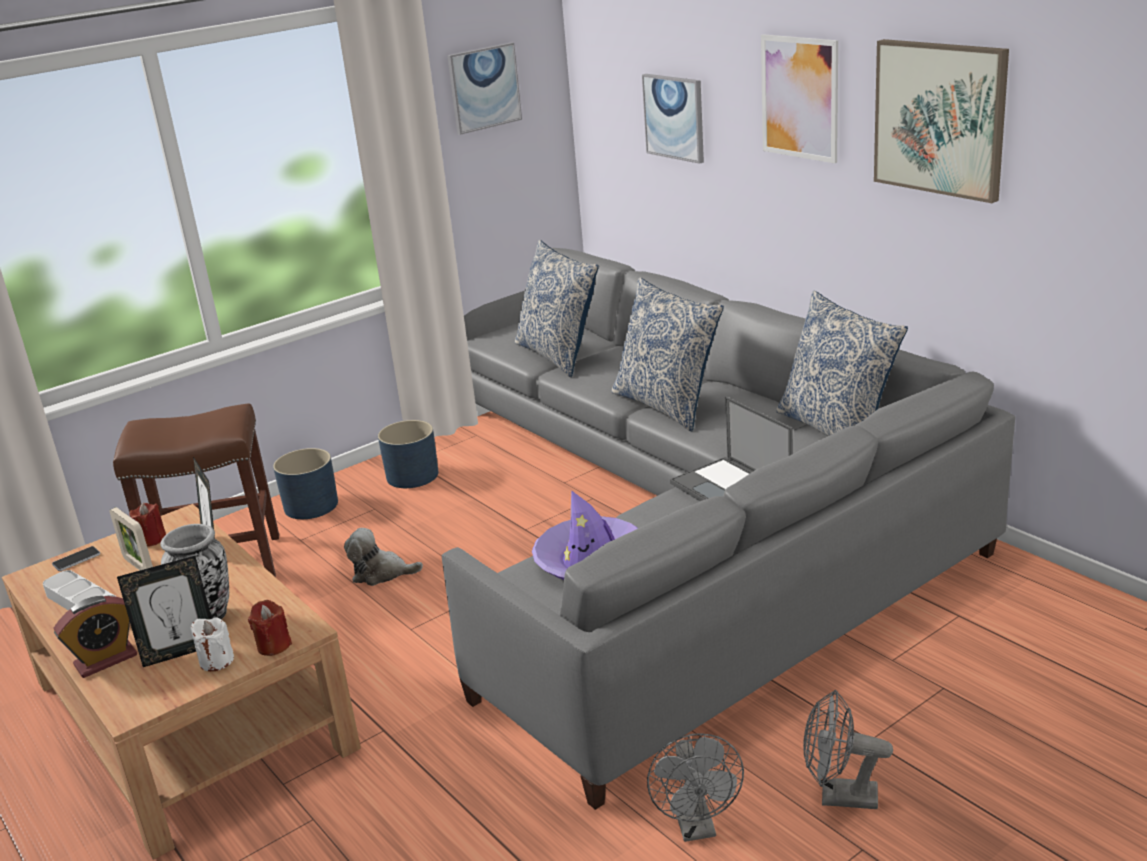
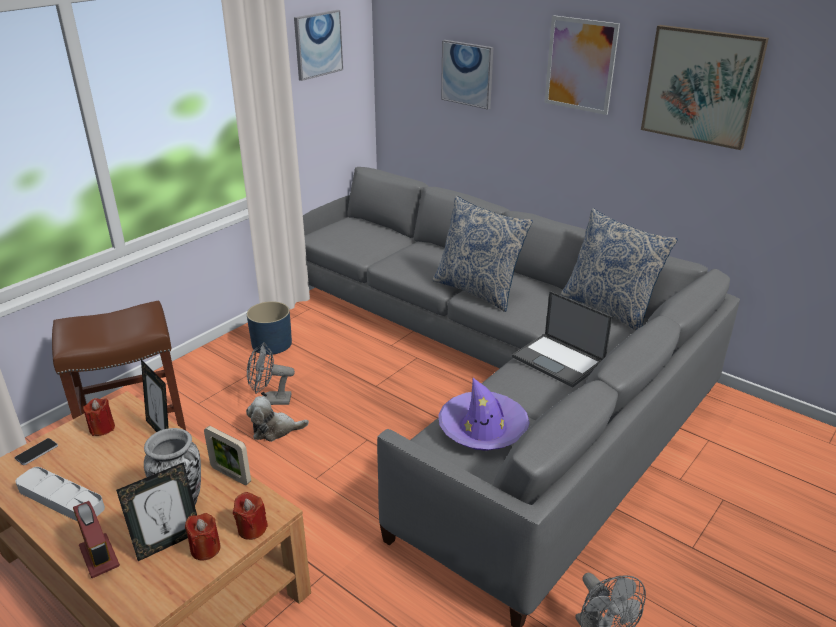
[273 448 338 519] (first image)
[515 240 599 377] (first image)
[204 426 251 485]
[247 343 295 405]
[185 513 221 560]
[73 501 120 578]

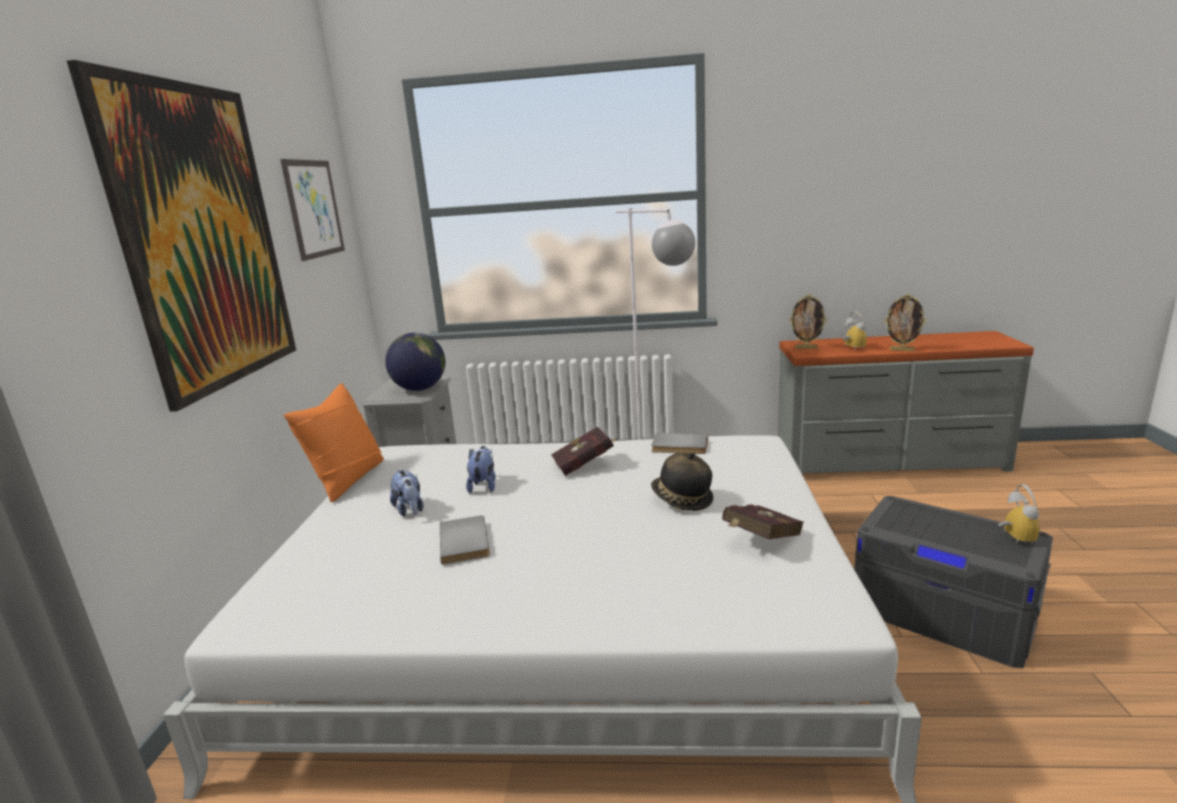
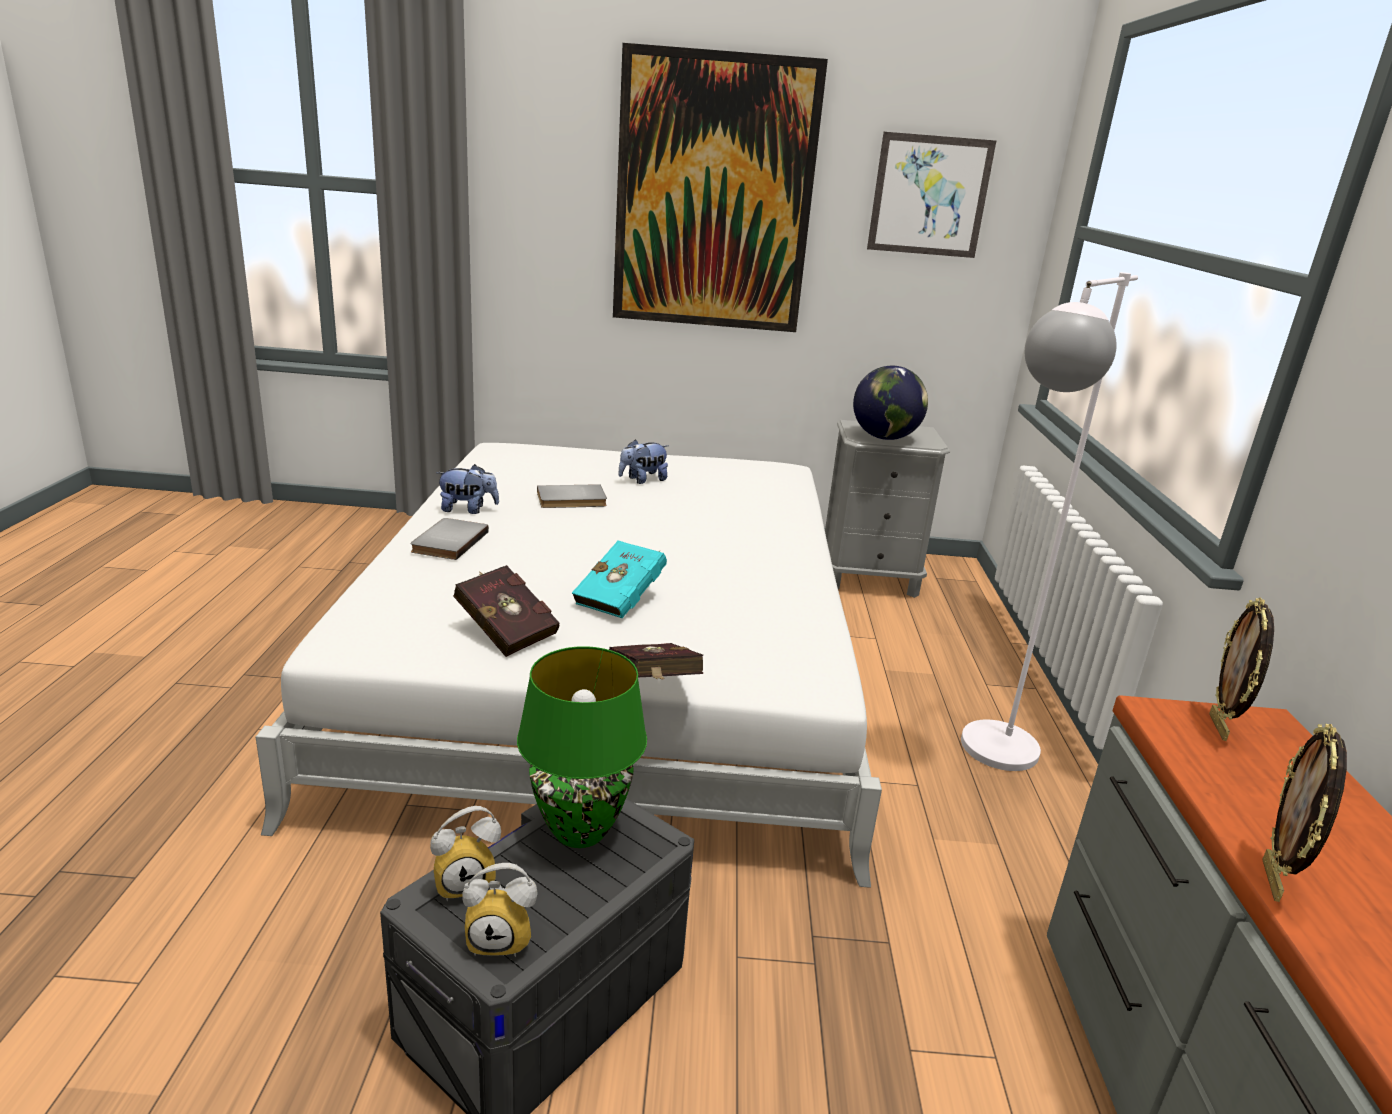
[284 383 384 502] (first image)
[517 646 647 848]
[436 464 499 514]
[609 643 703 680]
[411 518 489 560]
[430 806 501 902]
[572 540 667 618]

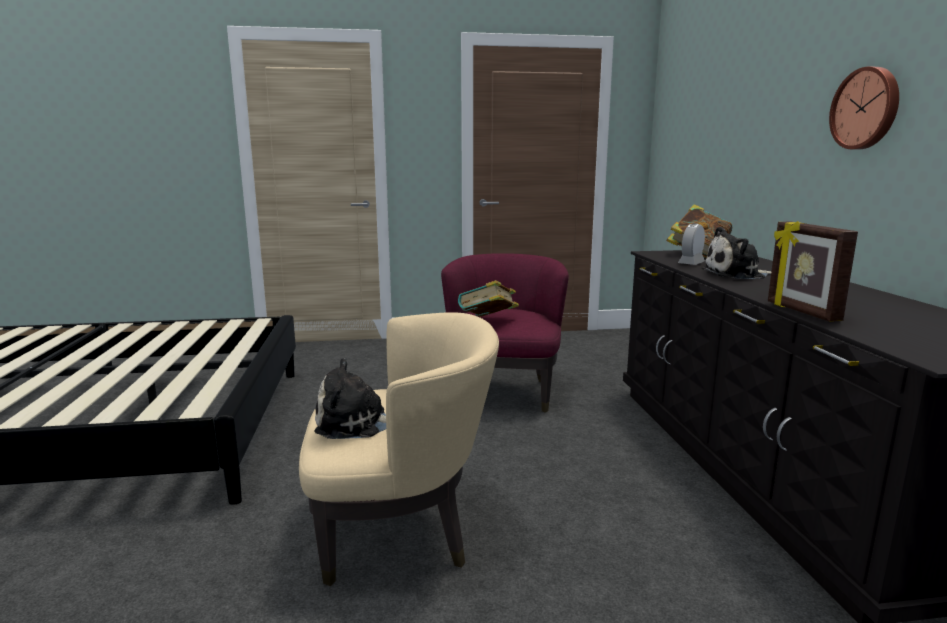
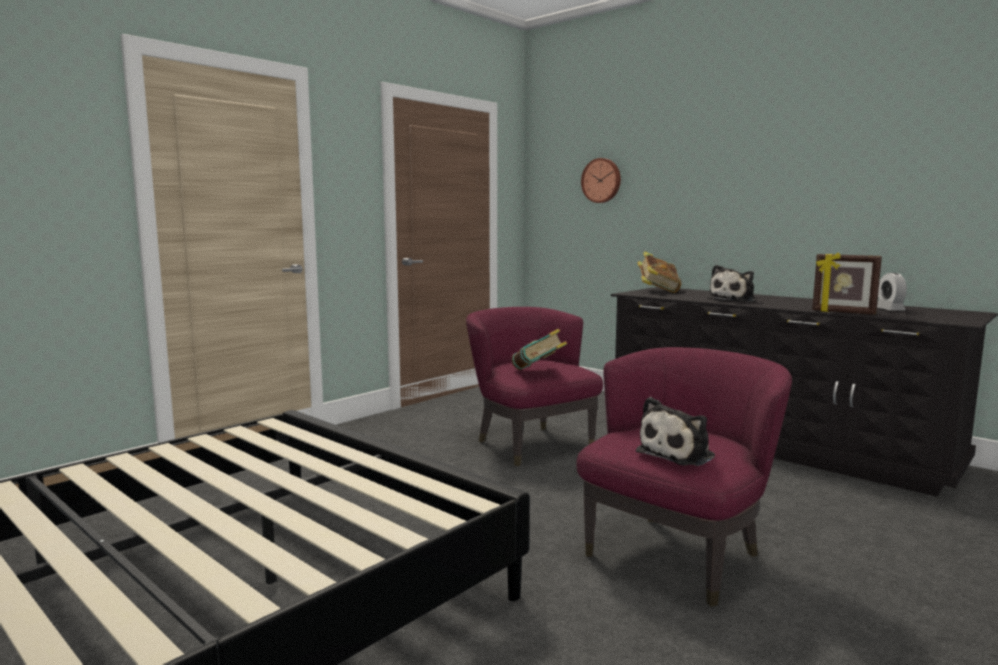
[877 273 907 310]
[581 158 621 203]
[576 347 792 607]

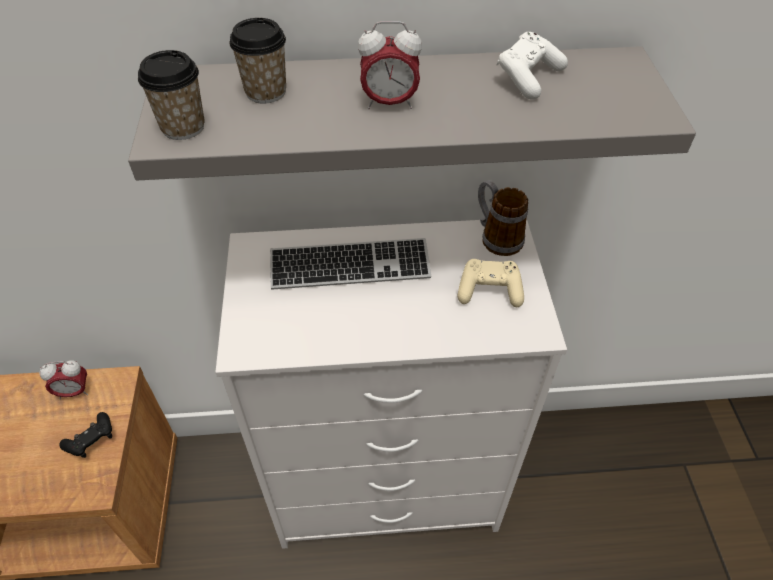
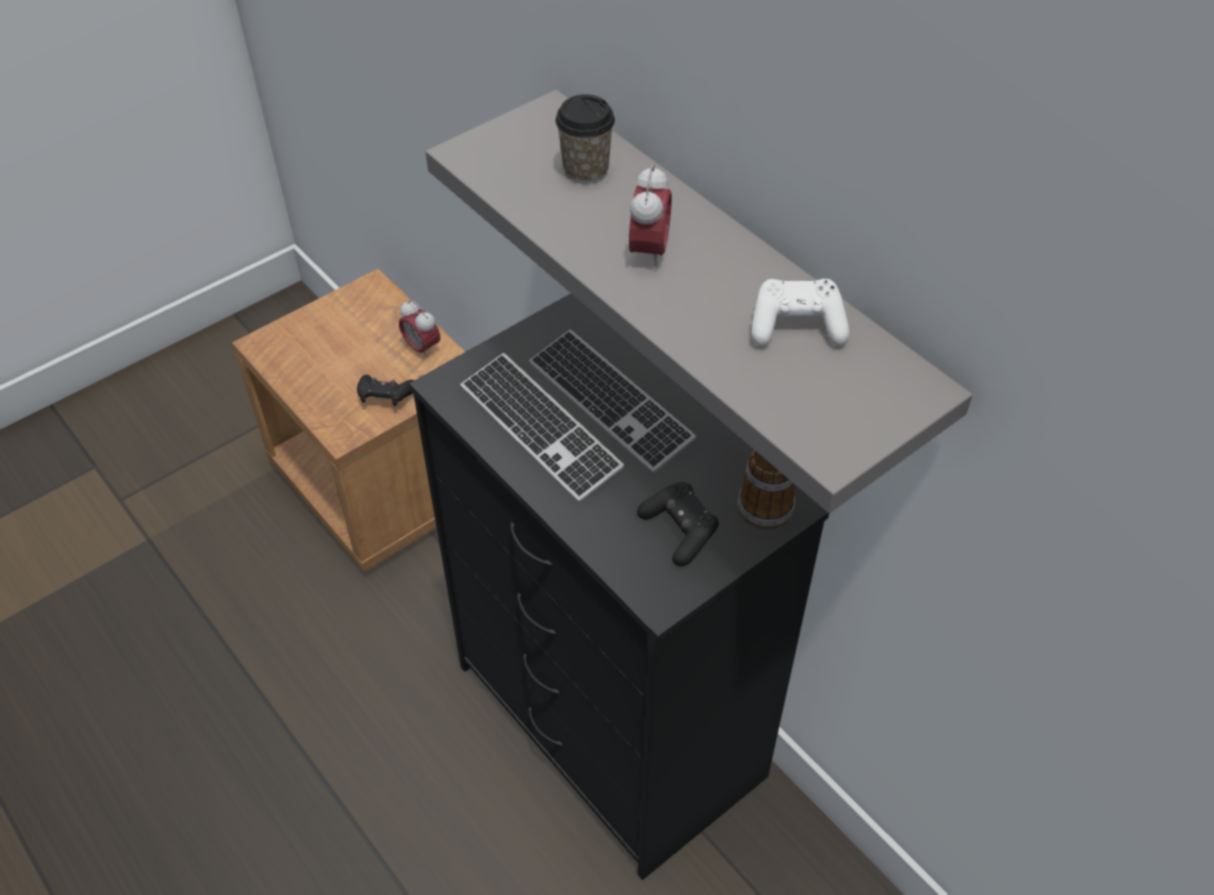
[138 50 205 140] (first image)
[460 353 624 502]
[409 293 829 880]
[637 482 719 566]
[629 164 672 270]

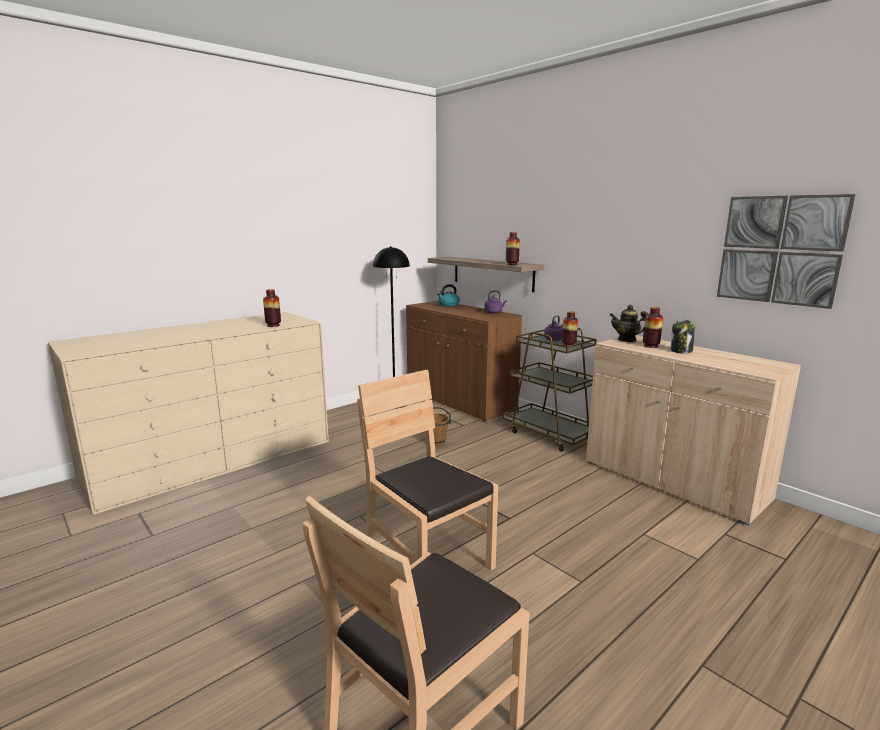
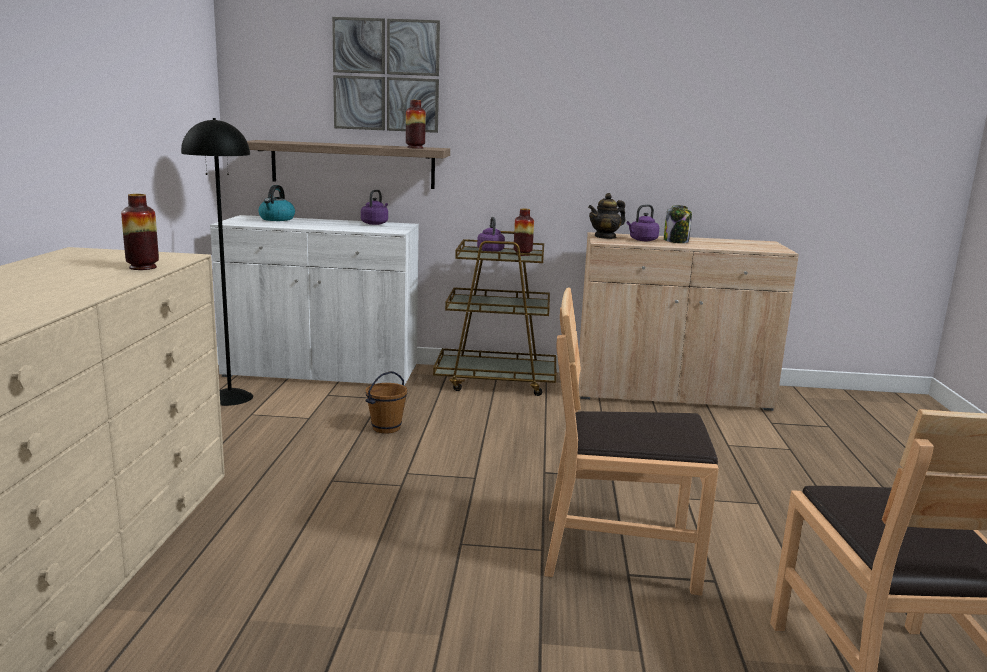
[332 17 440 133]
[626 204 659 241]
[210 215 419 386]

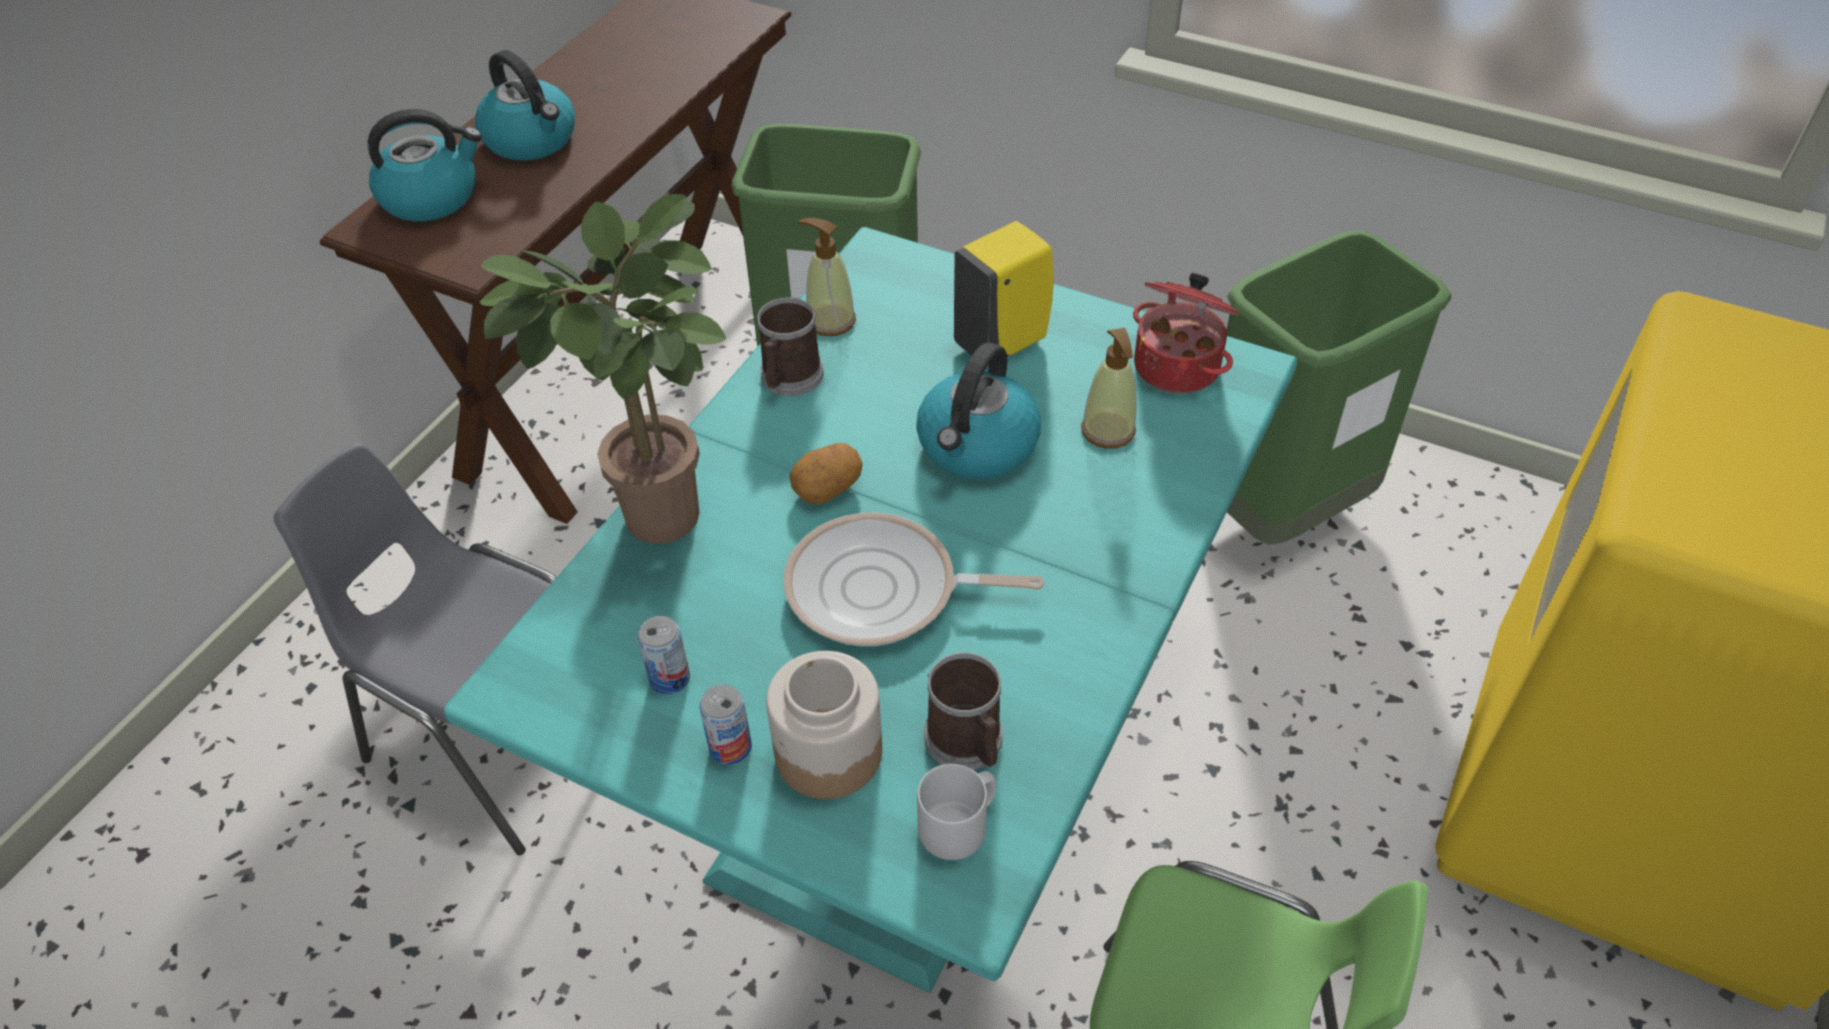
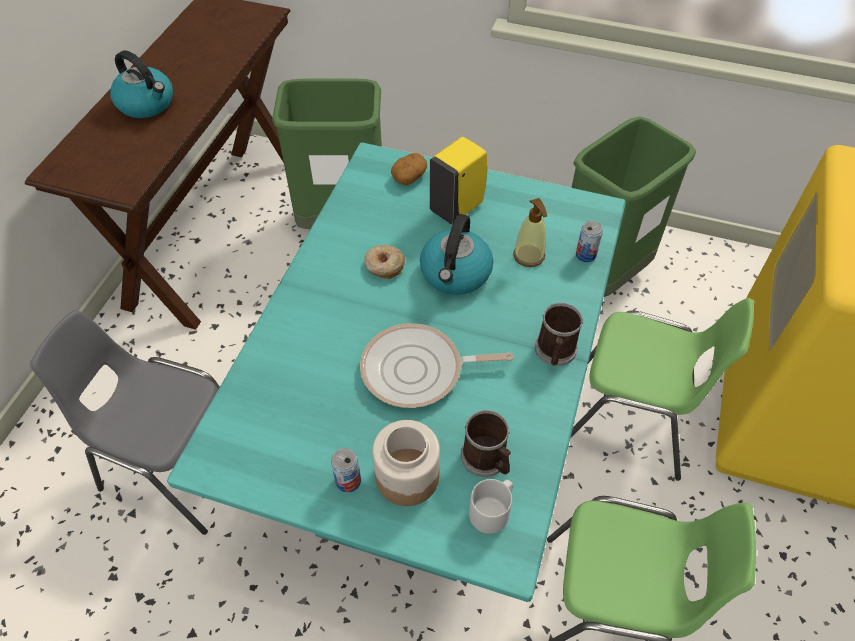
[367 109 482 221] (first image)
[480 194 726 544] (first image)
[798 218 856 336] (first image)
[1133 273 1240 394] (first image)
[364 245 405 279]
[571 298 754 481]
[576 221 603 262]
[535 303 583 366]
[391 153 427 185]

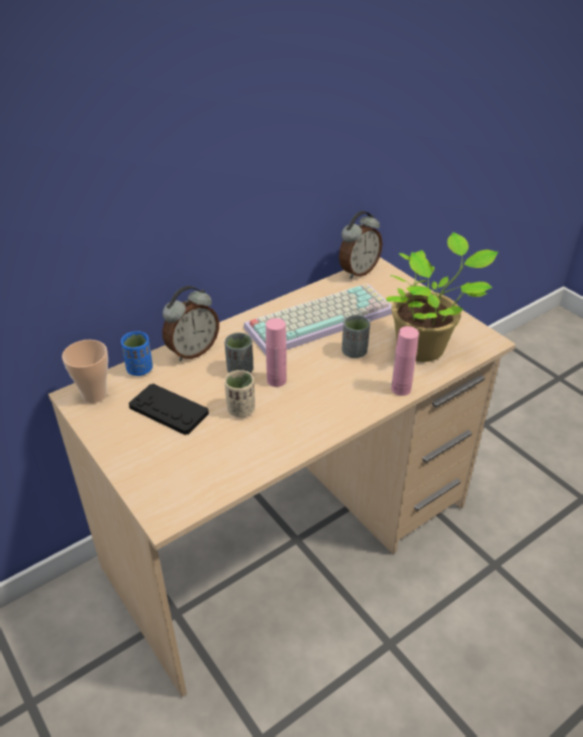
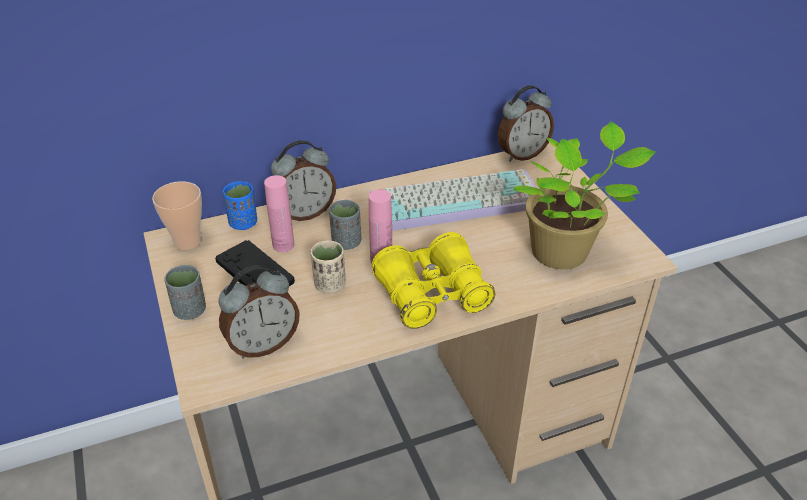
[218 265 299 359]
[372 232 495 329]
[165 265 206 320]
[264 175 294 252]

